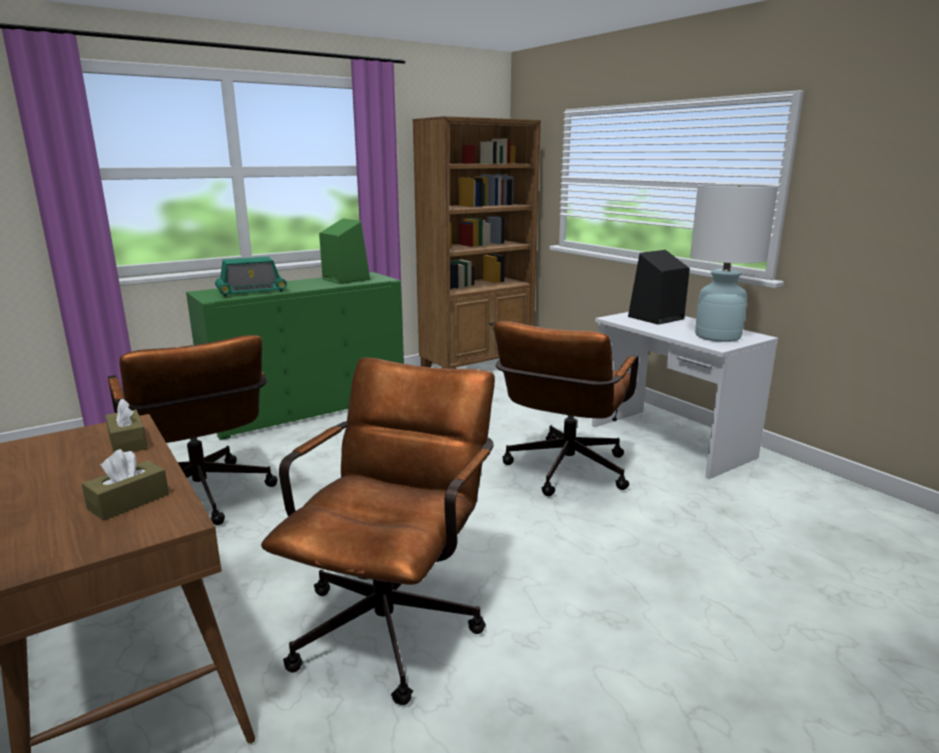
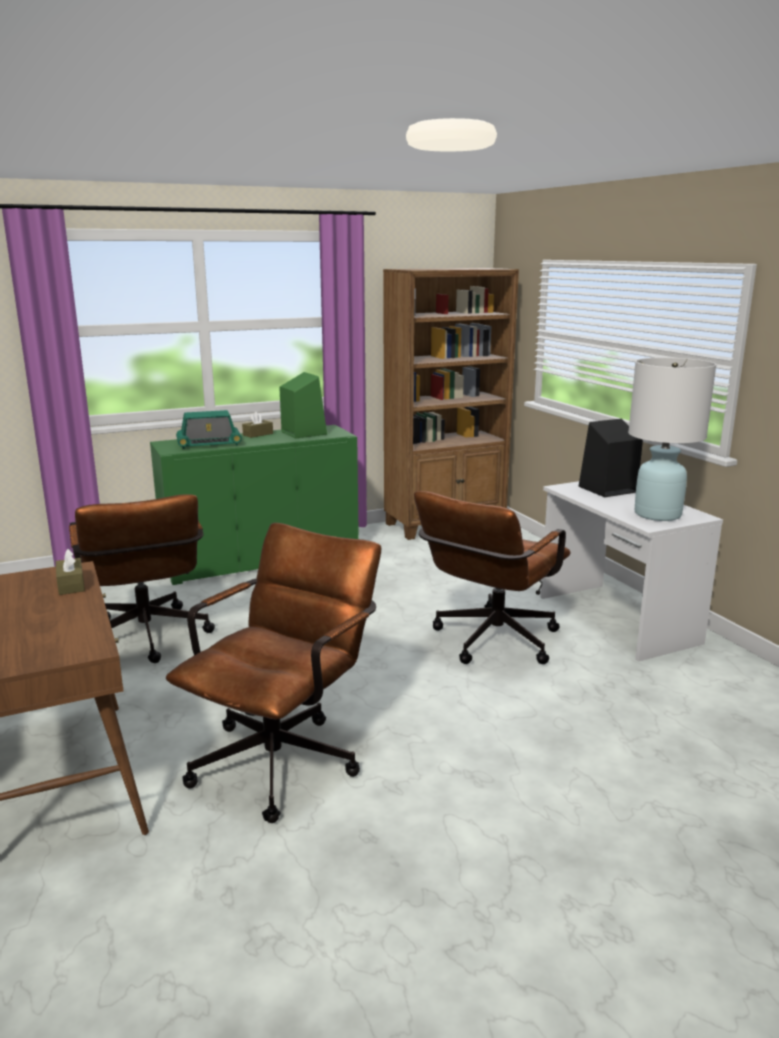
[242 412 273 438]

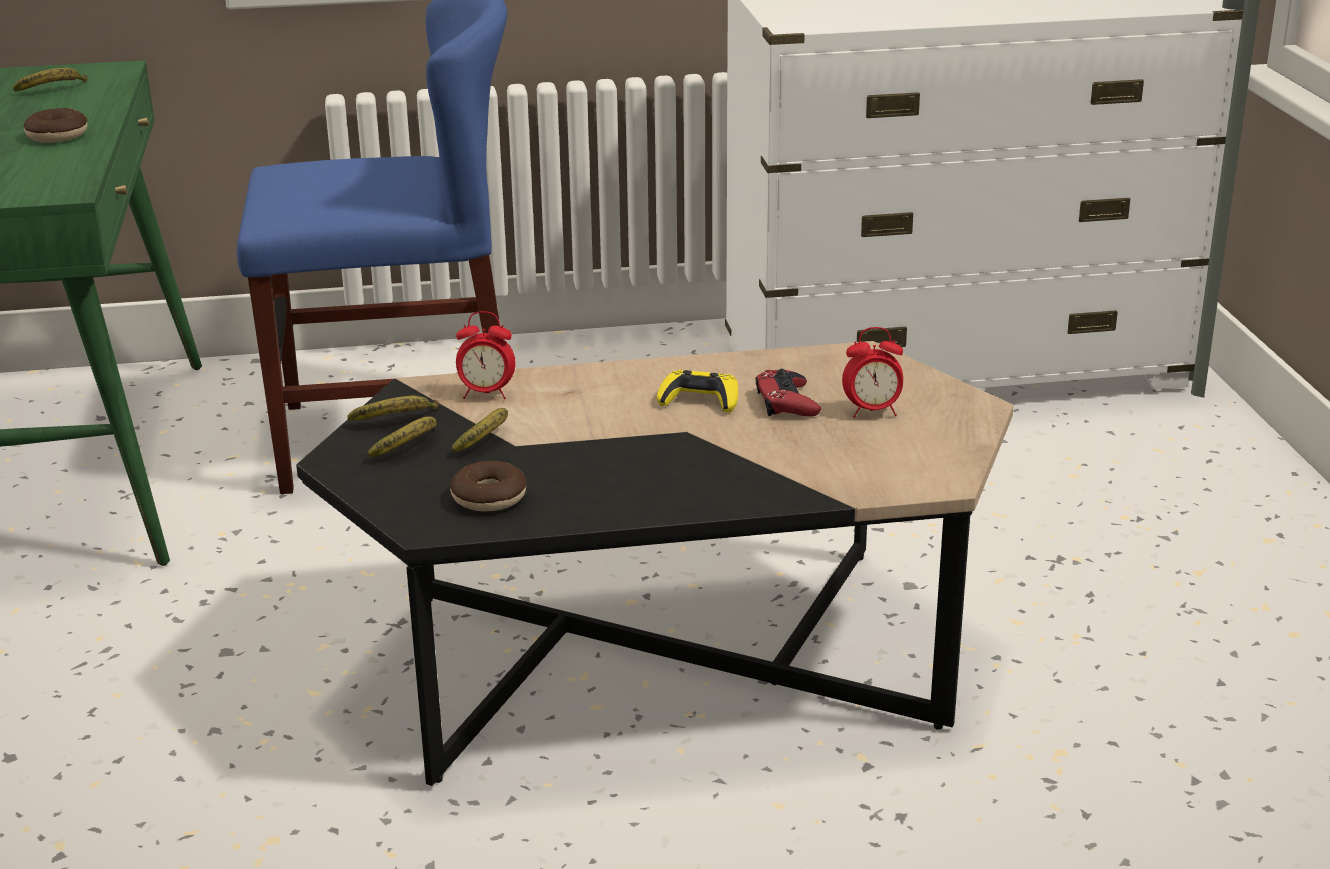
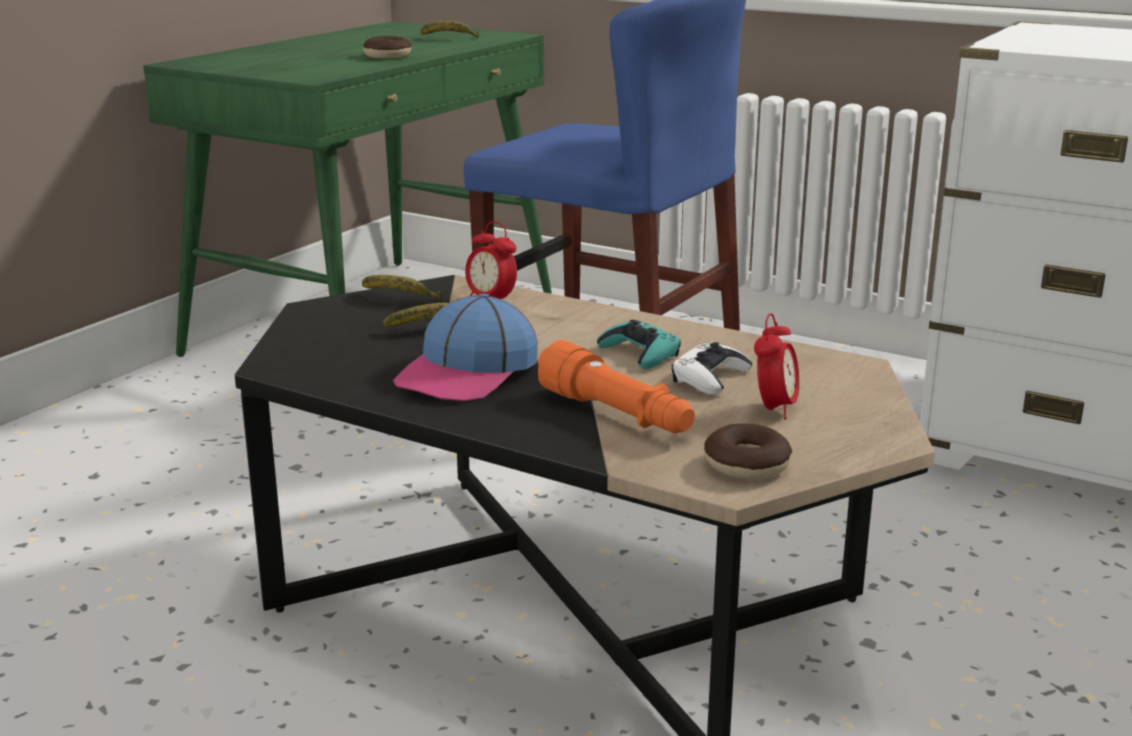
[367 416 437 458] (first image)
[393 294 538 401]
[538 340 695 433]
[704 424 792 479]
[597 320 681 369]
[672 342 752 395]
[754 313 799 420]

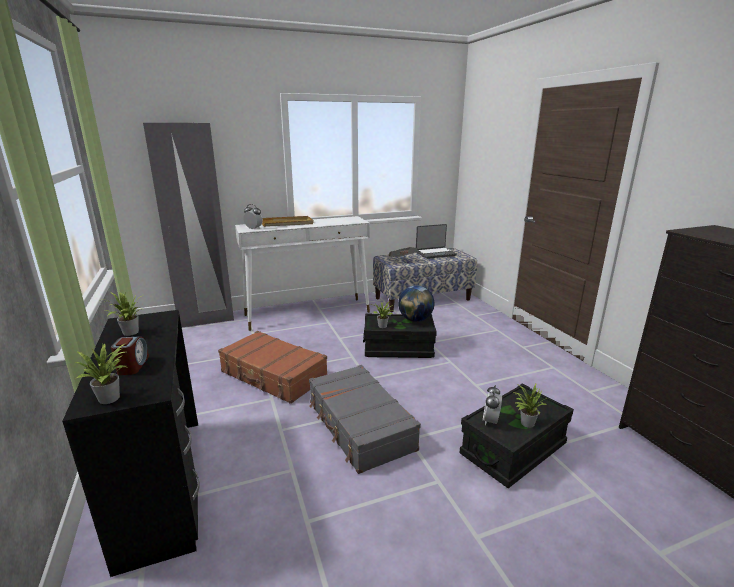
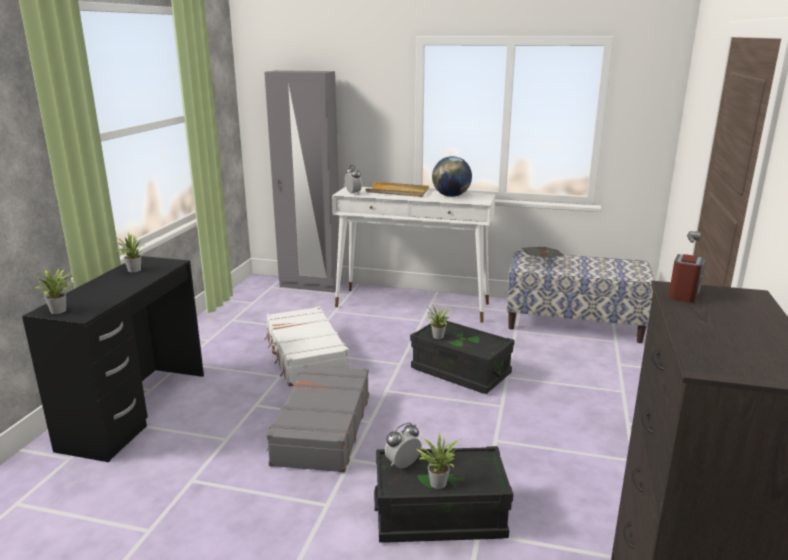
[416 224 457 259] (first image)
[669 254 705 303]
[432 156 472 197]
[265 306 349 387]

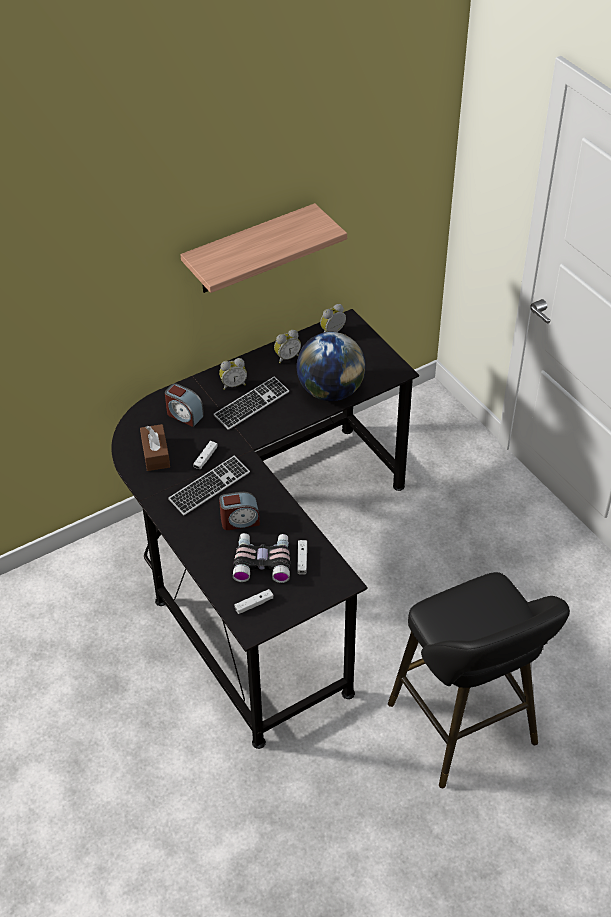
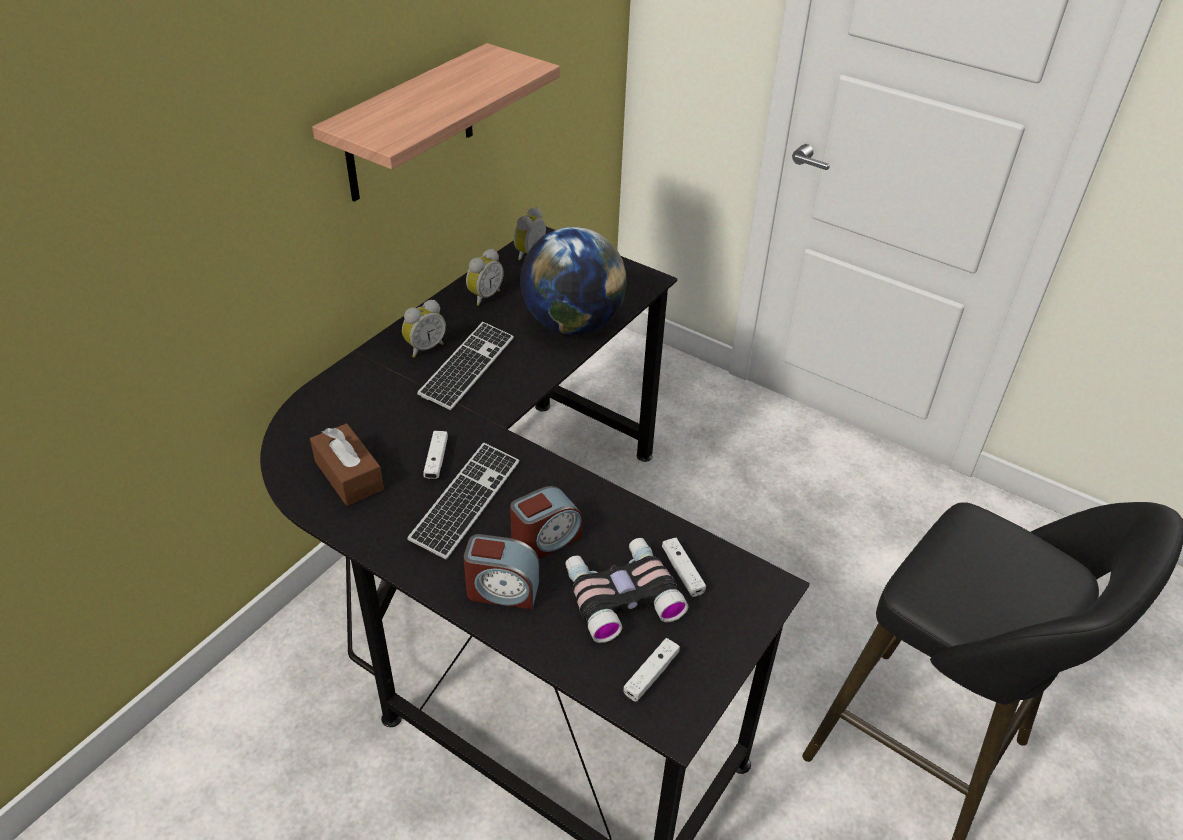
[464 534 539 609]

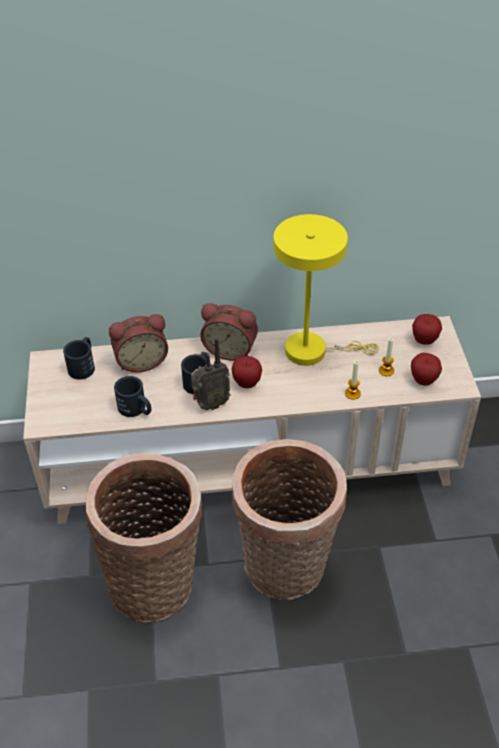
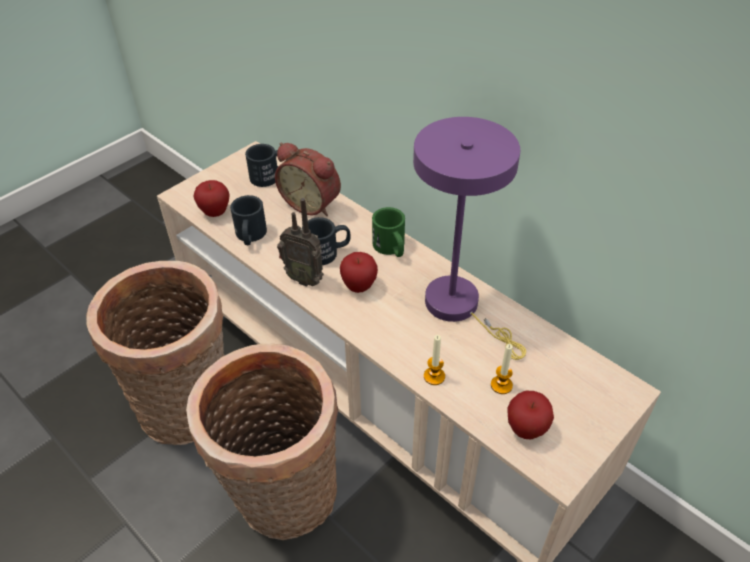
[193 180 230 217]
[372 207 405 257]
[413 117 526 360]

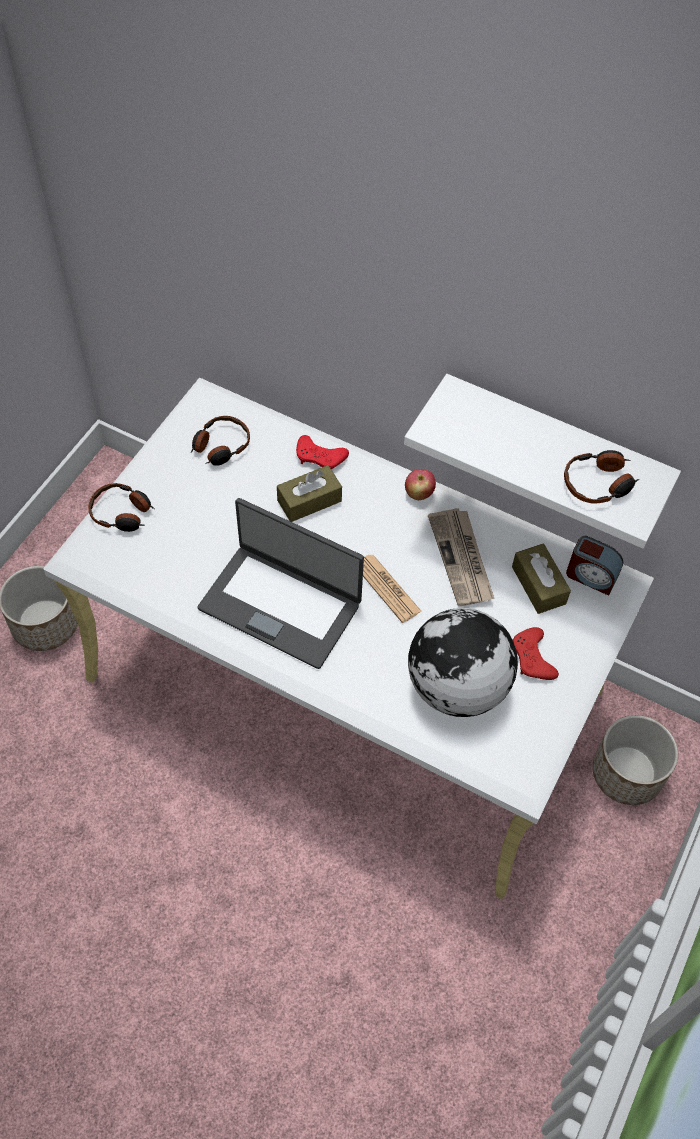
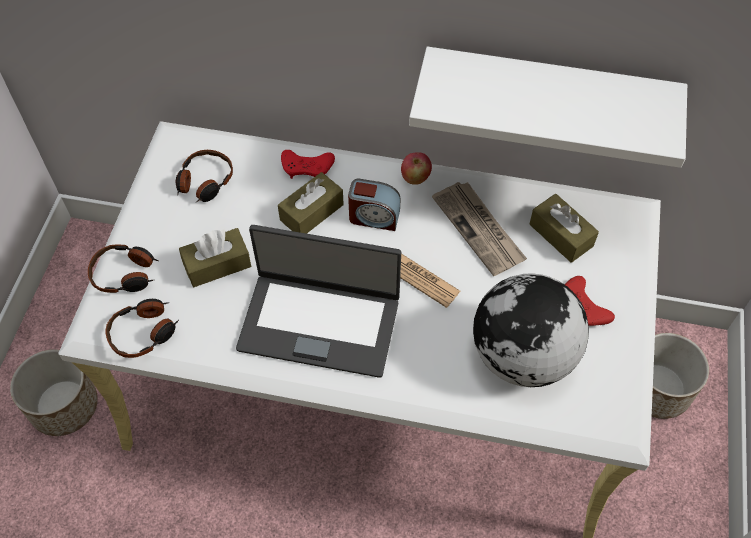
[179 228 251 287]
[106 299 179 358]
[348 179 401 231]

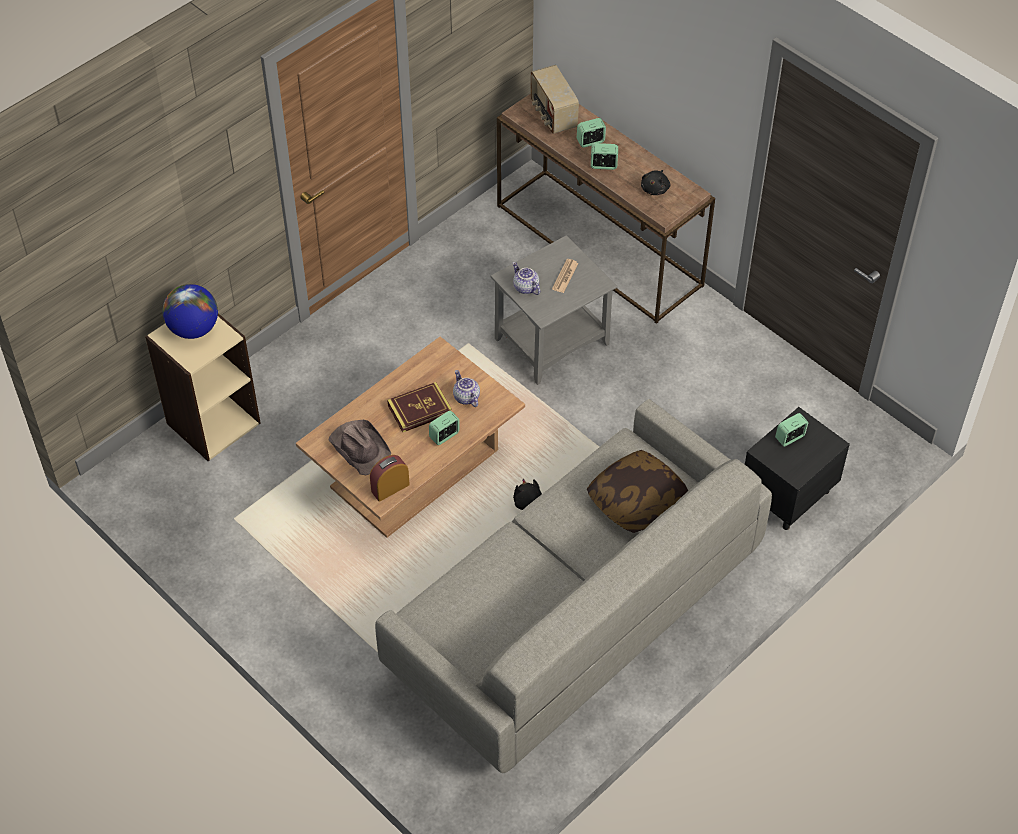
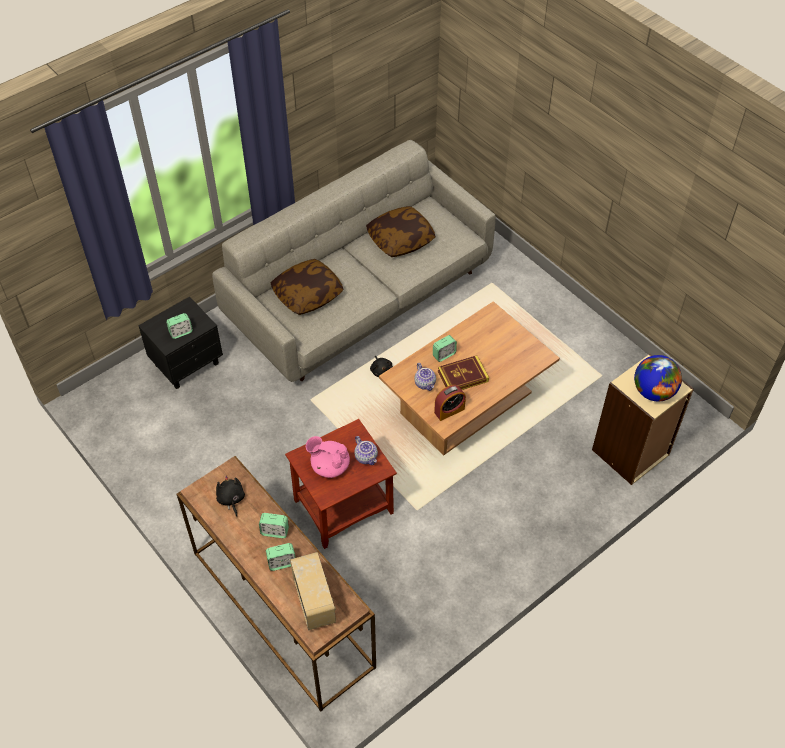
[329 420 391 475] (first image)
[366 206 435 257]
[434 385 466 421]
[306 436 350 478]
[285 419 397 549]
[216 476 245 517]

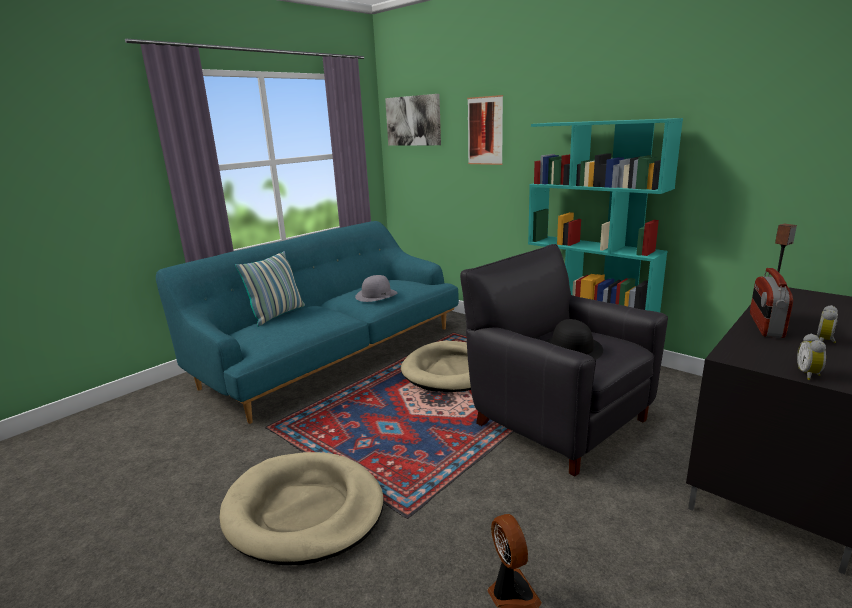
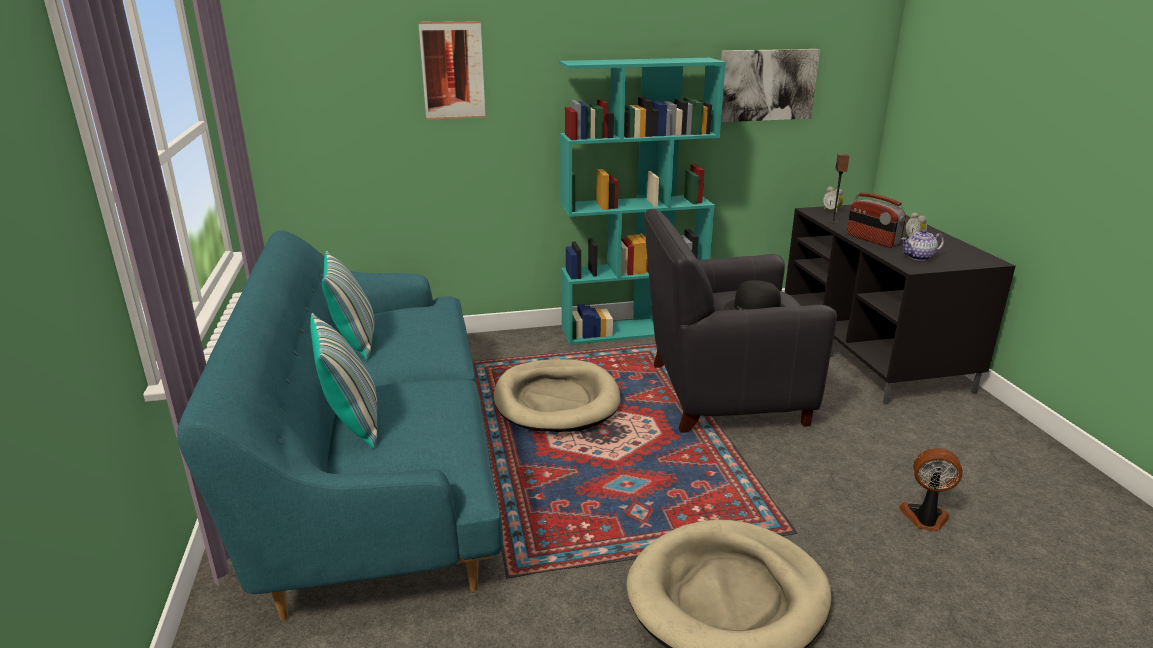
[355 275 397 302] (first image)
[322 250 375 360]
[901 229 944 261]
[721 49 820 122]
[823 187 843 213]

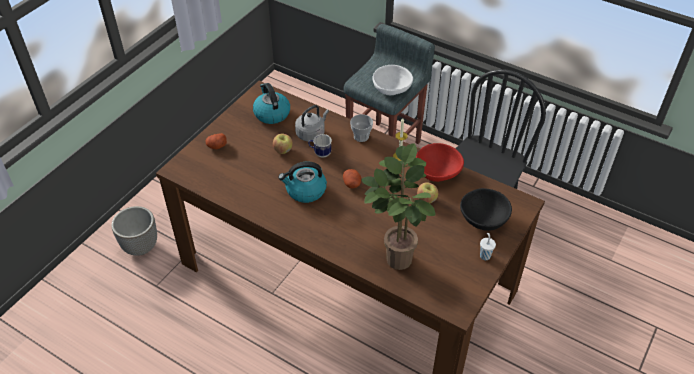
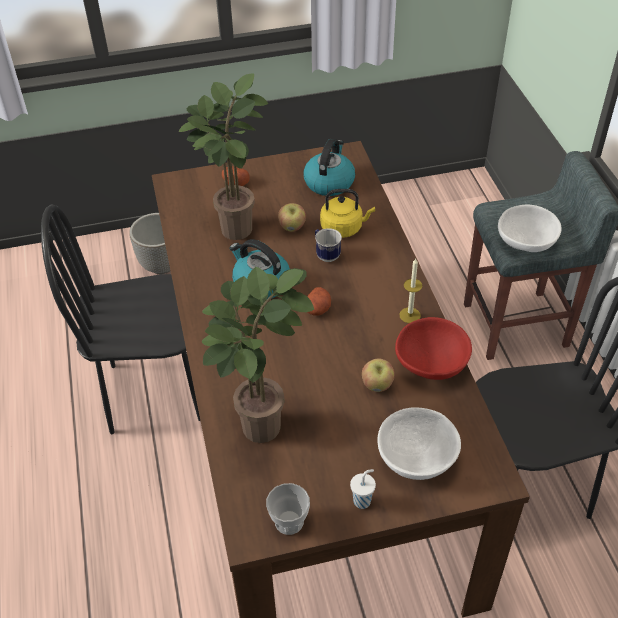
[41 205 200 434]
[178 73 268 240]
[266 483 310 535]
[320 189 375 238]
[377 407 461 480]

